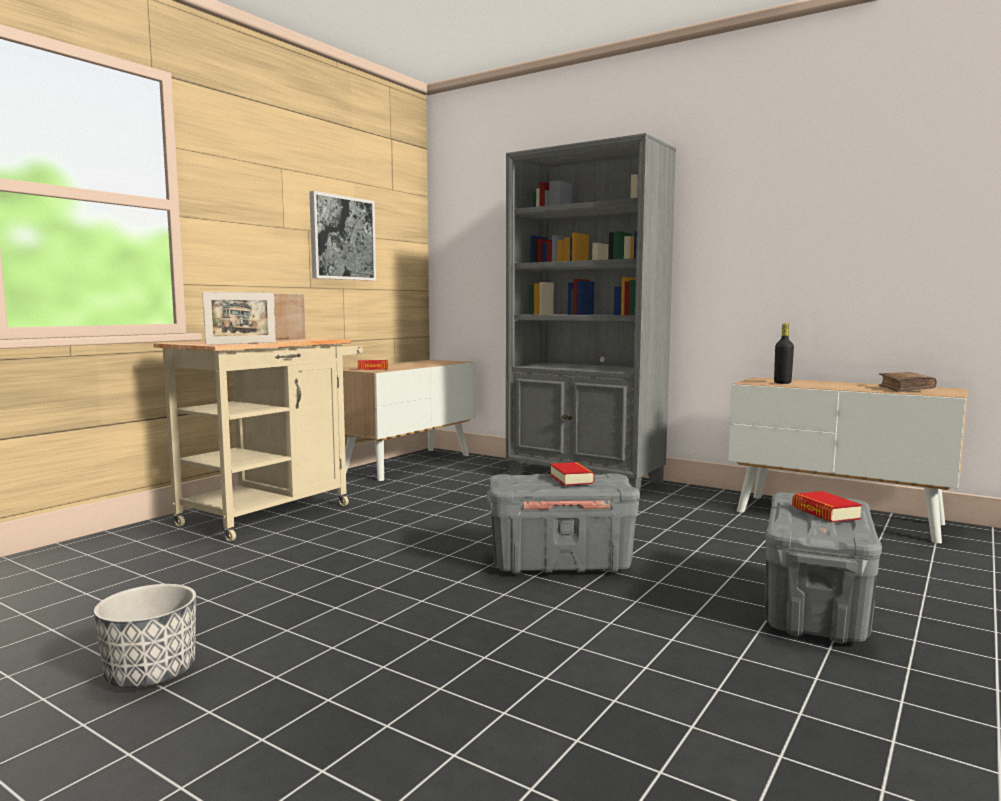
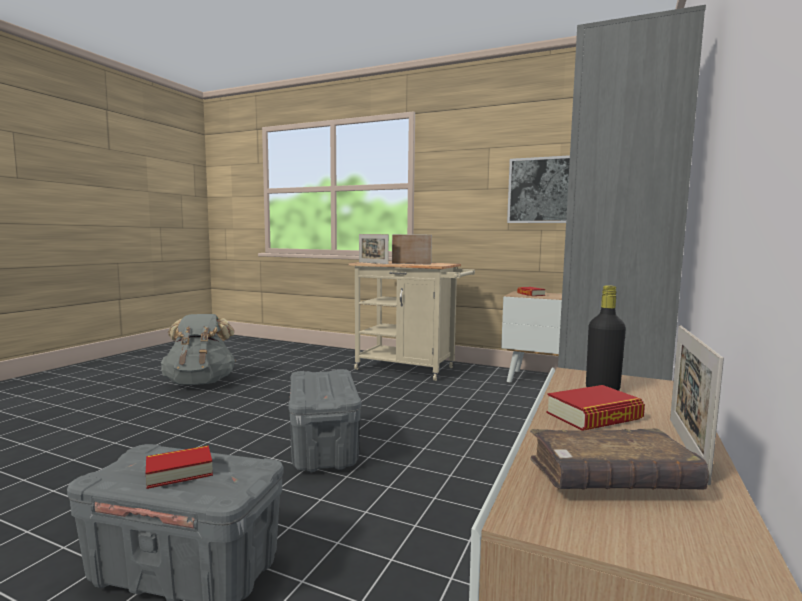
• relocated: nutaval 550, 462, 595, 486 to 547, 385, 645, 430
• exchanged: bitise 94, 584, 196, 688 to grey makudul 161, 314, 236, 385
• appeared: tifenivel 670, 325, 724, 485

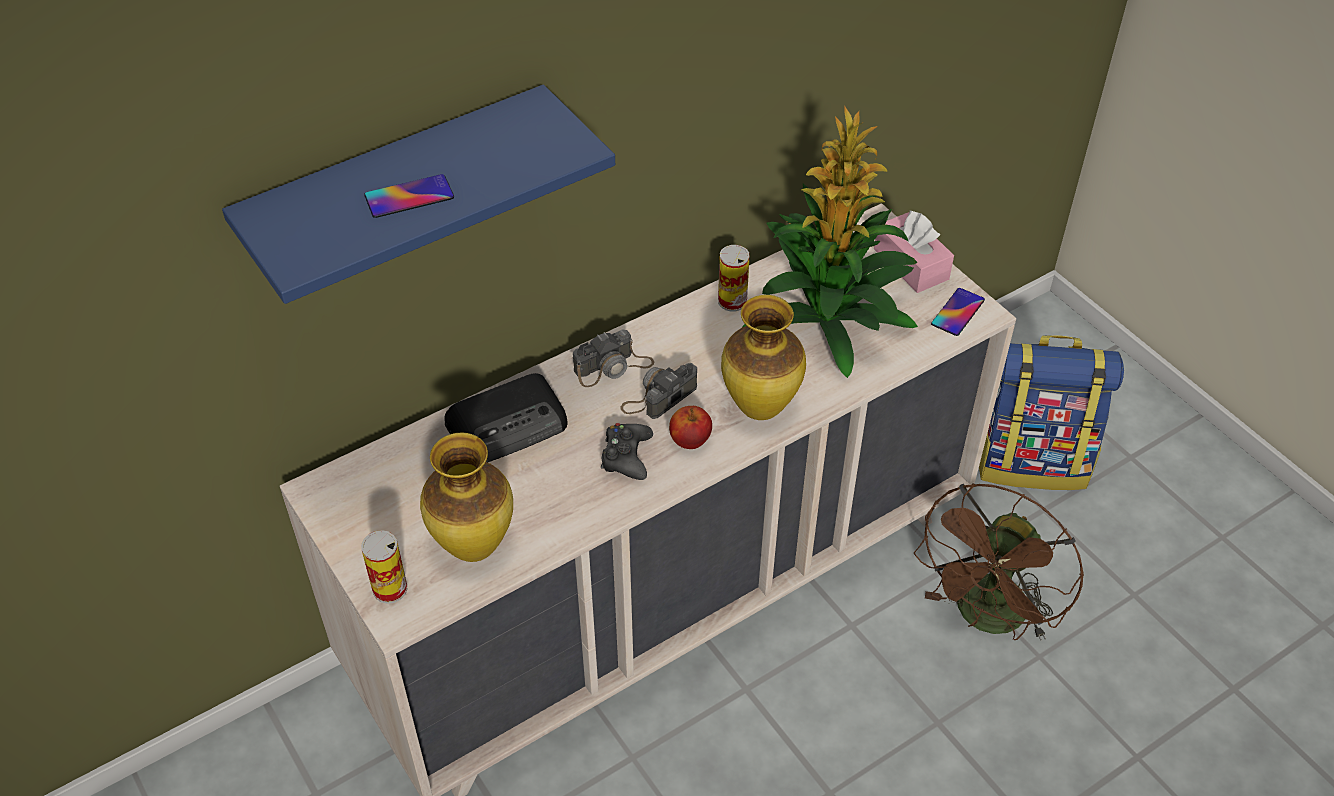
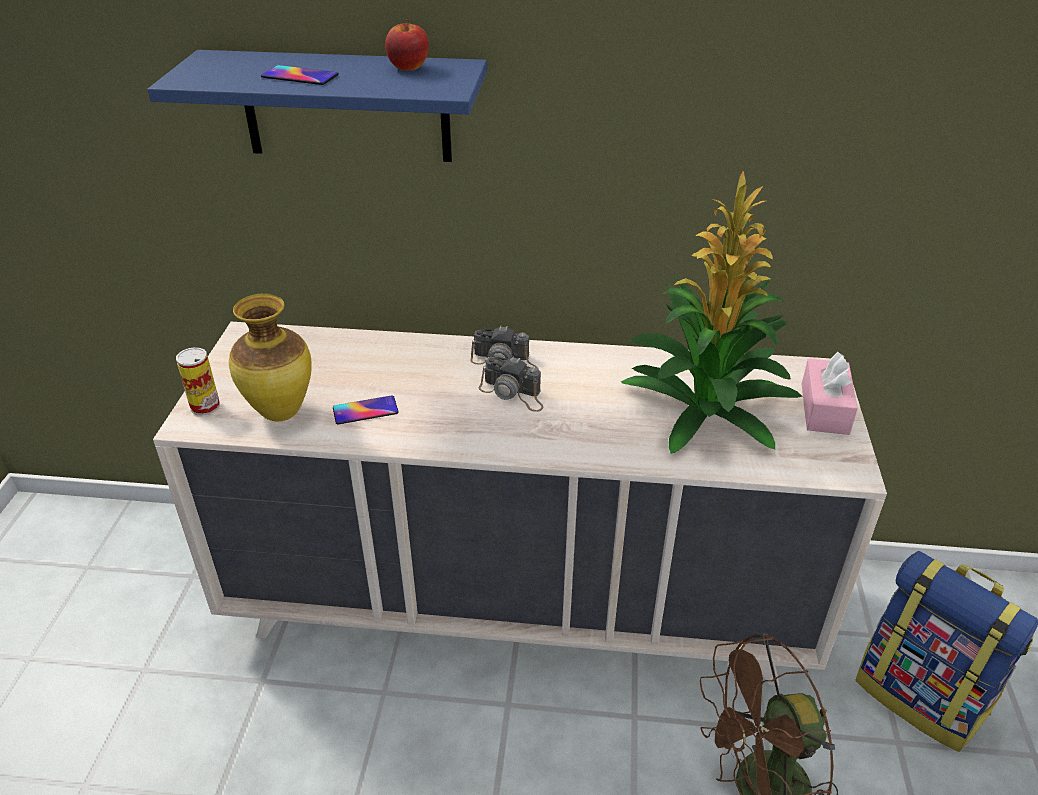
• missing: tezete 718, 245, 750, 312
• relocated: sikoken 931, 288, 985, 336 to 333, 395, 399, 424
• missing: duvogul 721, 295, 806, 420
• spun: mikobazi 620, 363, 697, 419 = 478, 356, 544, 412 150 degrees counterclockwise
• missing: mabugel 444, 373, 568, 462
• relocated: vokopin 669, 406, 712, 449 to 385, 19, 429, 71
• missing: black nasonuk 601, 423, 653, 480

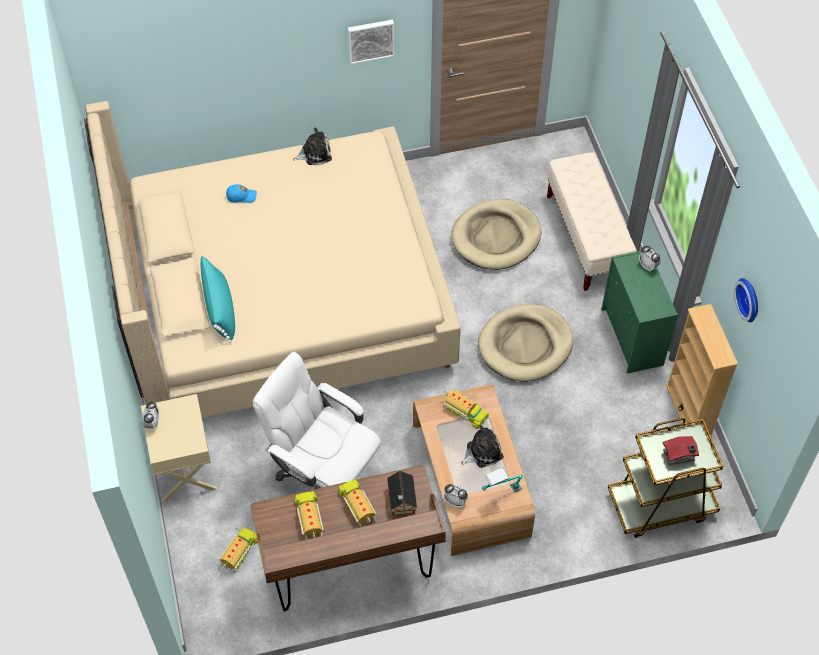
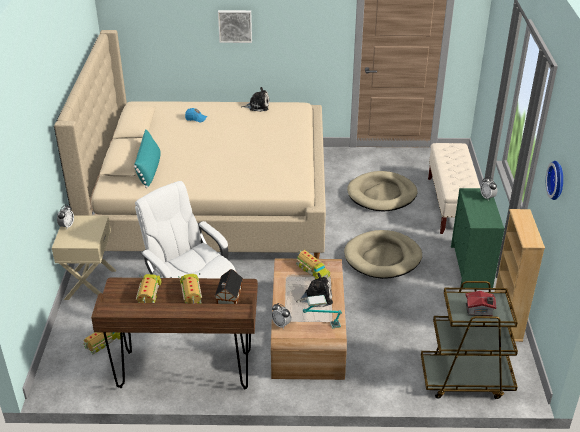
• relocated: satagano 348, 20, 394, 64 to 218, 10, 252, 43

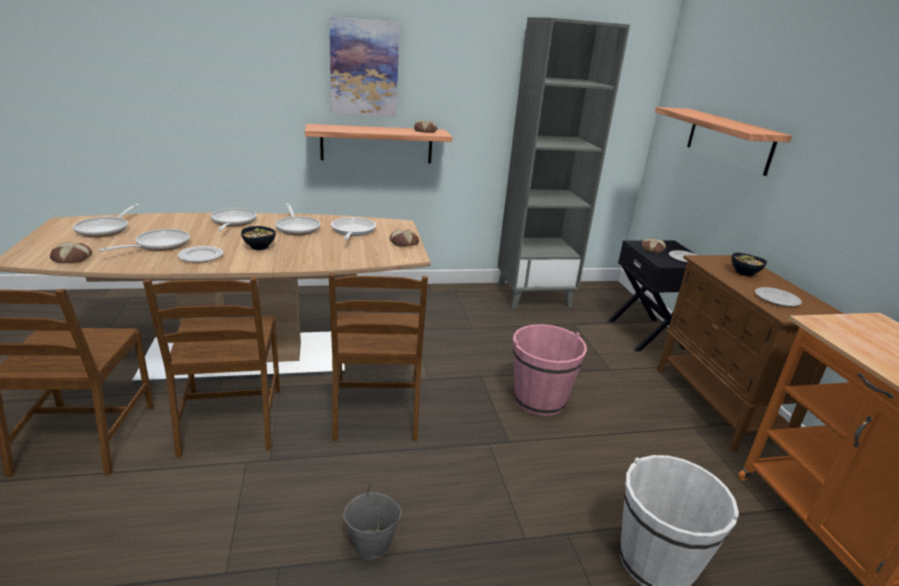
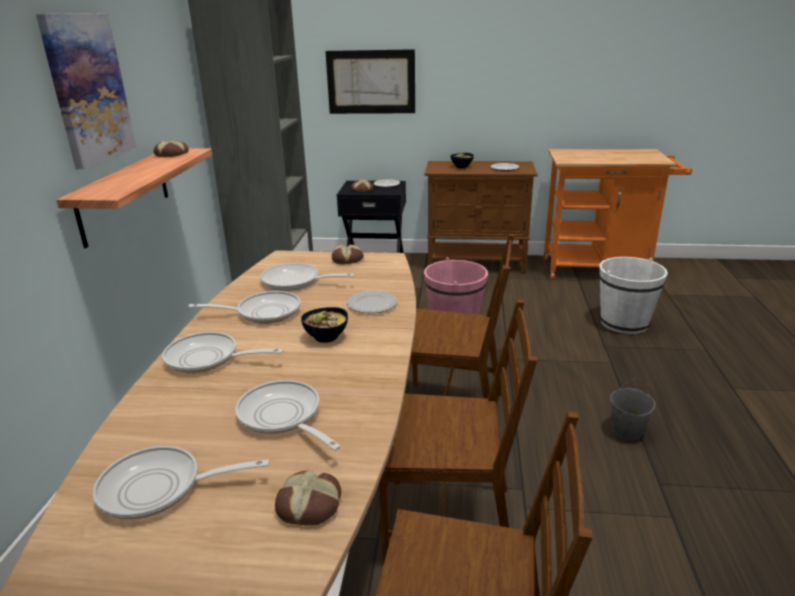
• exchanged: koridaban 655, 107, 792, 176 to satagano 325, 49, 415, 114
• spun: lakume 73, 204, 139, 237 = 93, 446, 269, 520 150 degrees clockwise
• relocated: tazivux 178, 246, 223, 263 to 347, 291, 397, 313

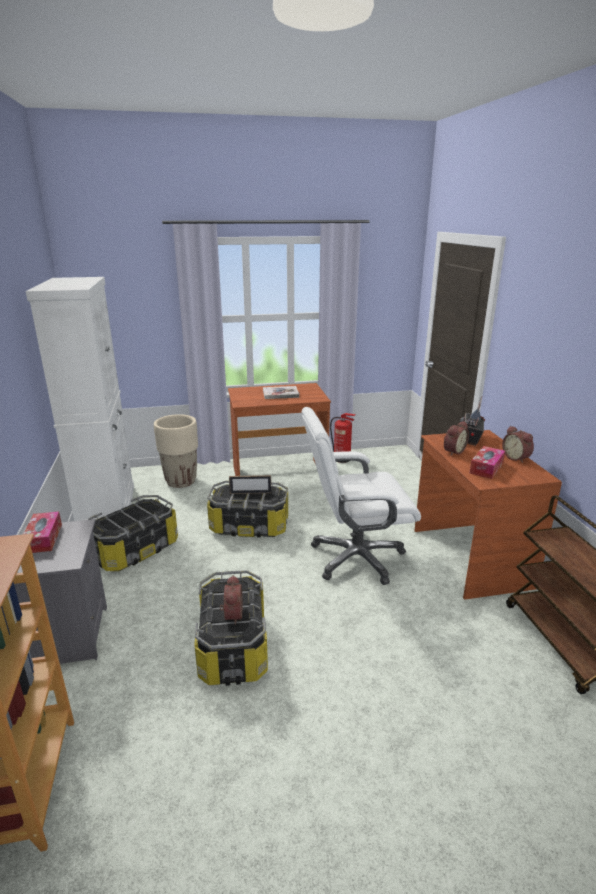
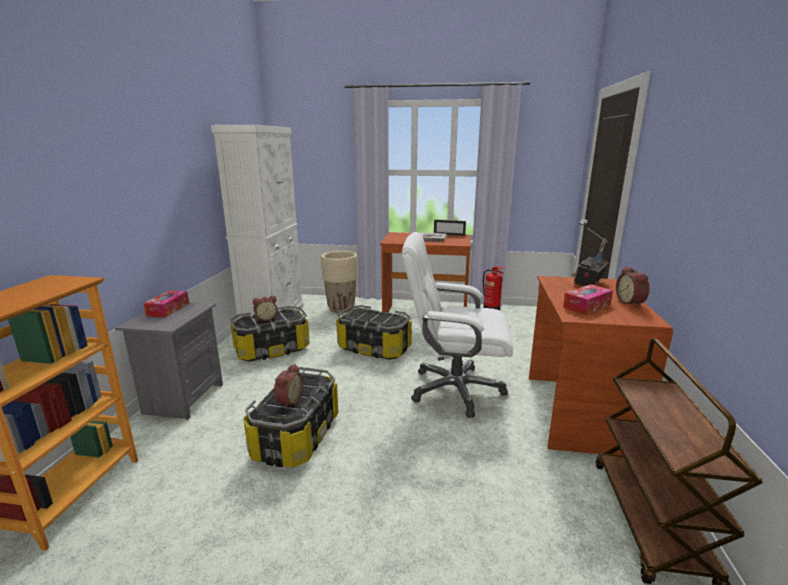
• relocated: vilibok 444, 421, 469, 456 to 253, 296, 278, 321
• relocated: tifenivel 229, 475, 271, 494 to 434, 219, 466, 236

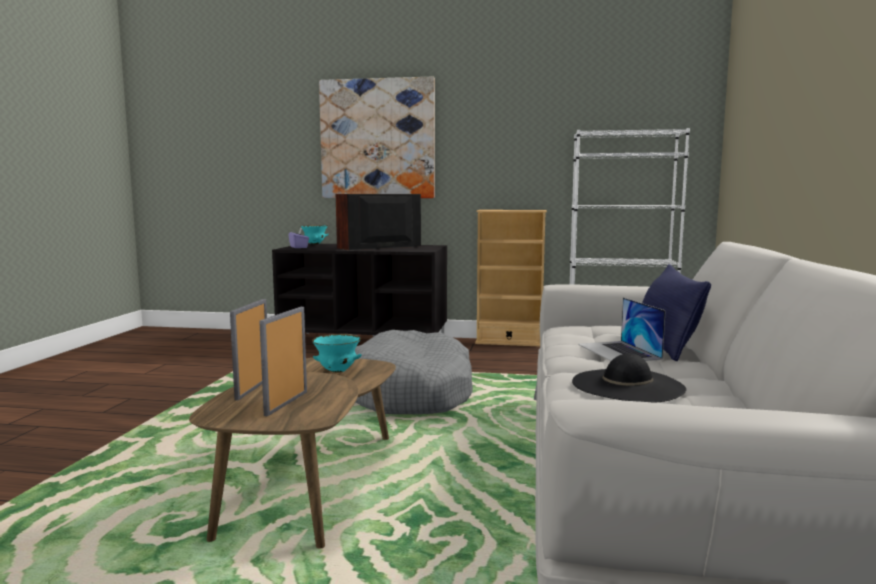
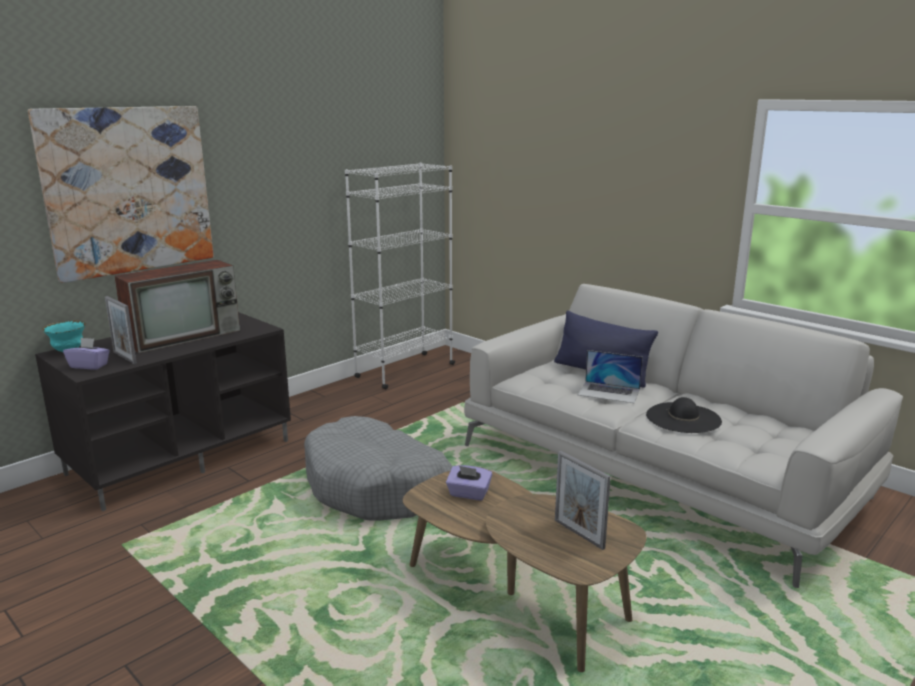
• spun: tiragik 336, 194, 421, 250 = 114, 260, 240, 353 135 degrees counterclockwise
• missing: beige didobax 475, 210, 547, 346
• relocated: tifenivel 230, 299, 267, 401 to 105, 296, 137, 364
• exchanged: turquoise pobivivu 312, 334, 362, 373 to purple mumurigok 446, 465, 492, 501

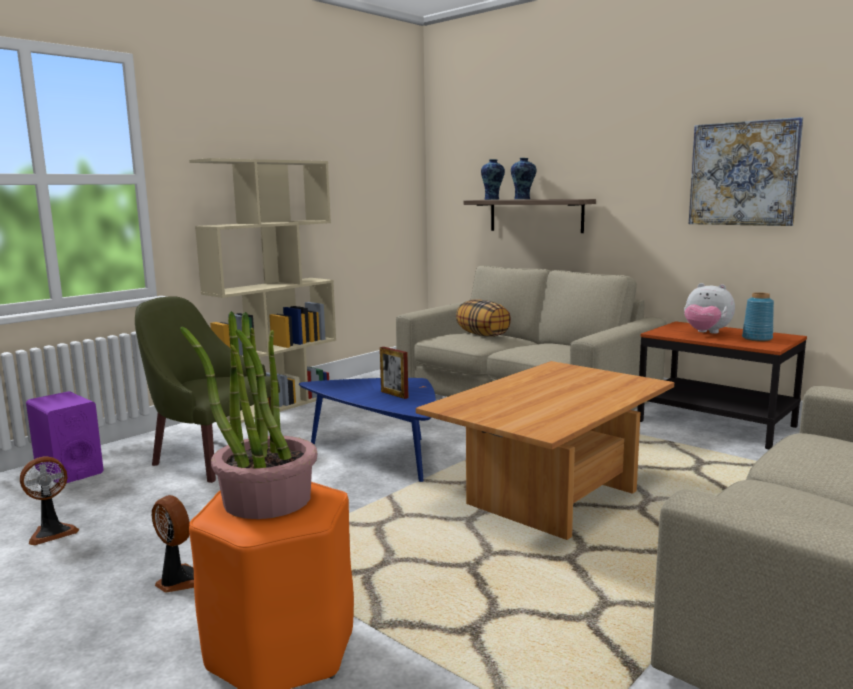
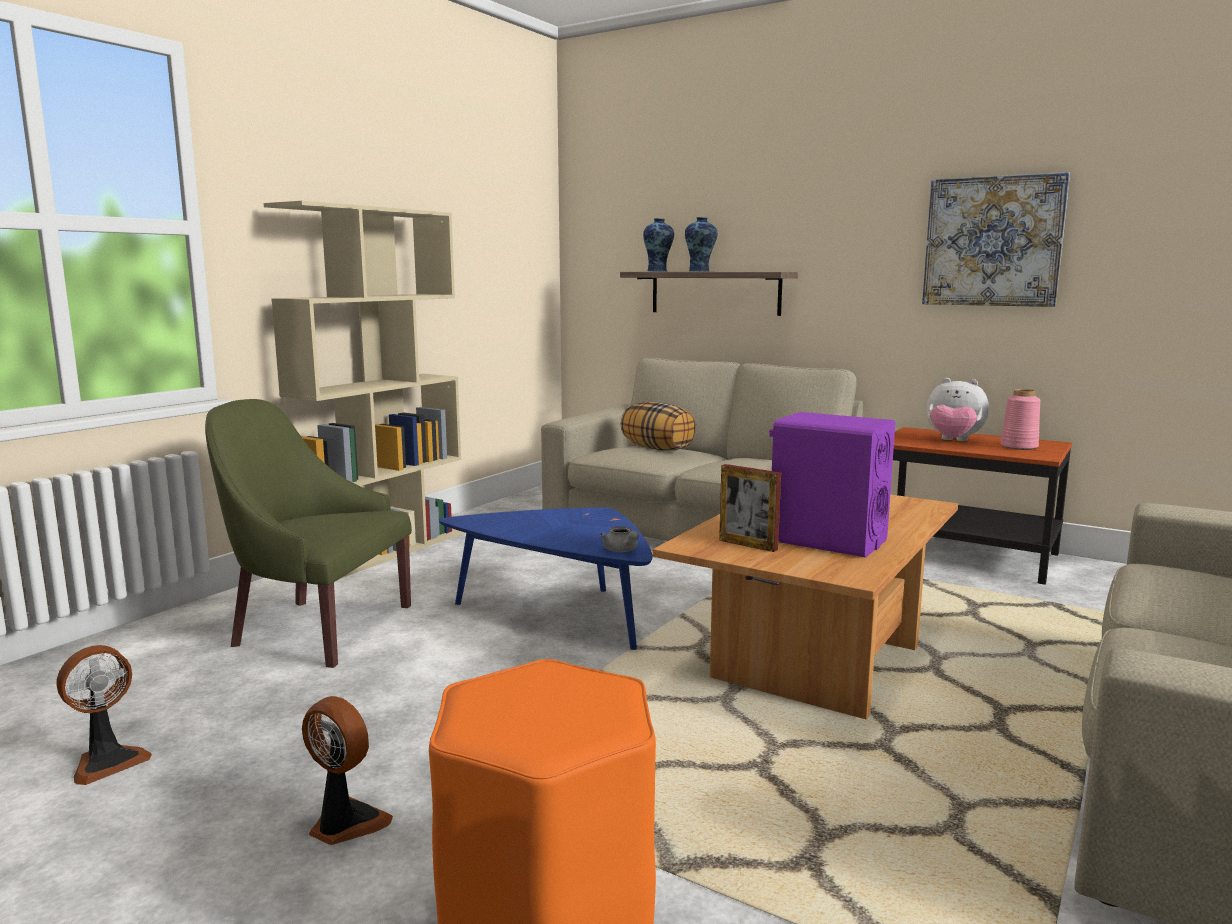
• colour: blue duvogul 742, 292, 774, 341 to pink duvogul 1000, 389, 1040, 450
• missing: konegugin 180, 311, 317, 519
• relocated: tifenivel 380, 347, 409, 399 to 719, 464, 781, 552
• relocated: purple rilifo 26, 391, 104, 483 to 769, 412, 895, 557
• appeared: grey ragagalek 600, 526, 639, 552

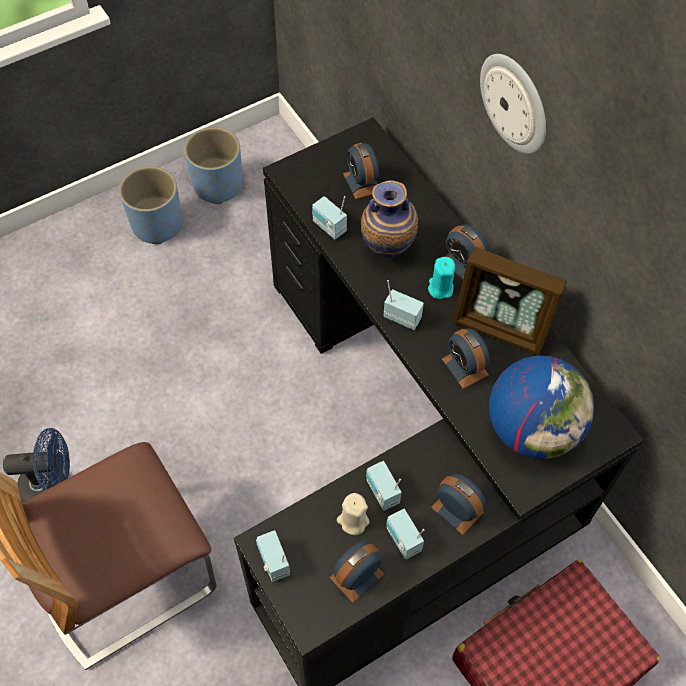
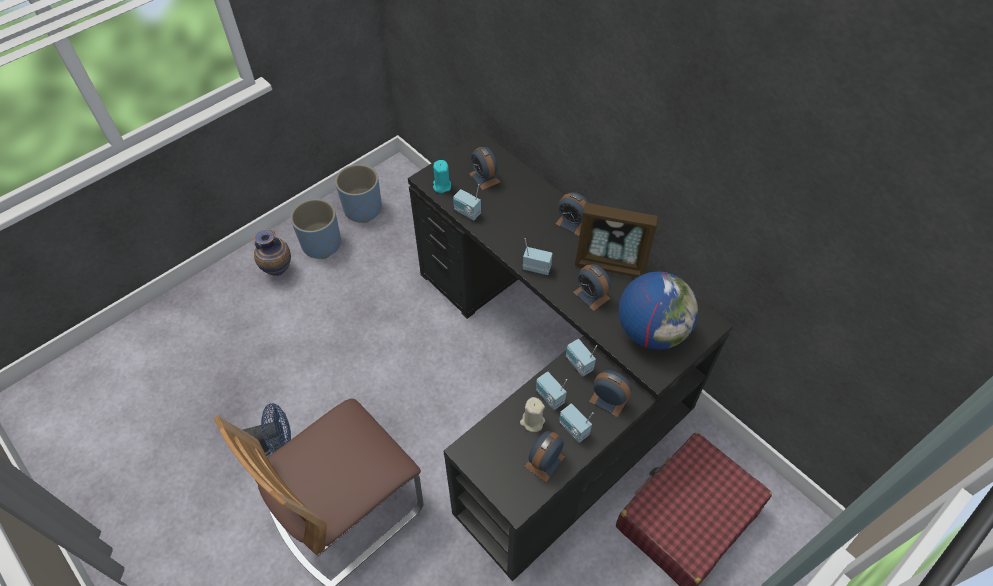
• missing: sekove 480, 54, 546, 154
• relocated: duvogul 361, 180, 418, 258 to 254, 229, 291, 276
• relocated: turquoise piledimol 428, 257, 455, 299 to 433, 160, 451, 193
• relocated: mabugel 256, 530, 290, 582 to 566, 339, 597, 377

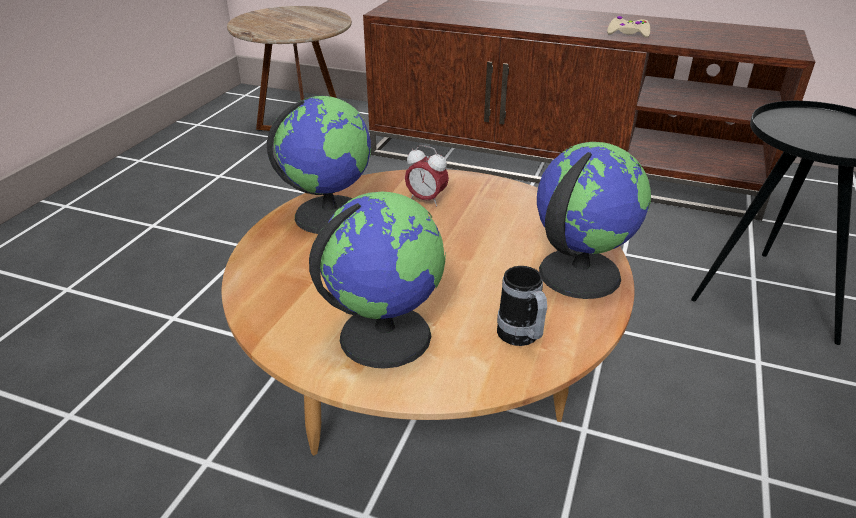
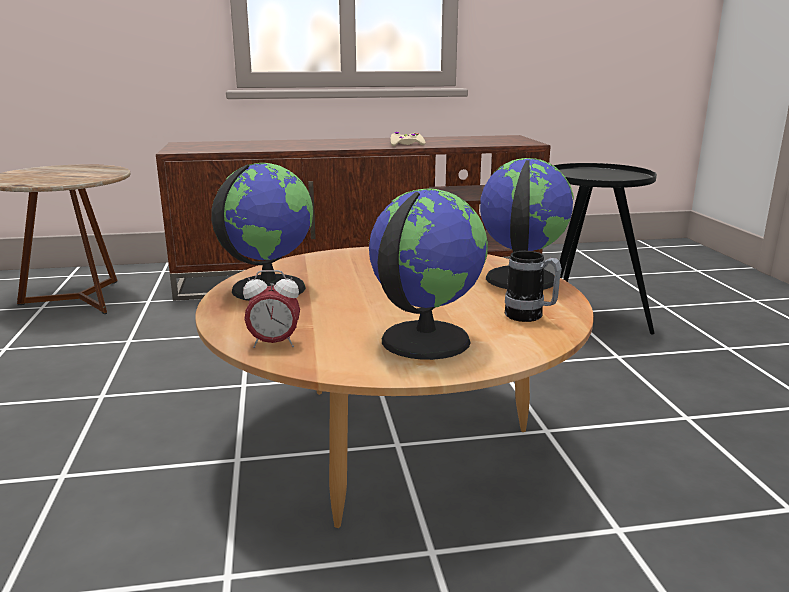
• relocated: vilibok 405, 145, 449, 207 to 243, 270, 300, 348

